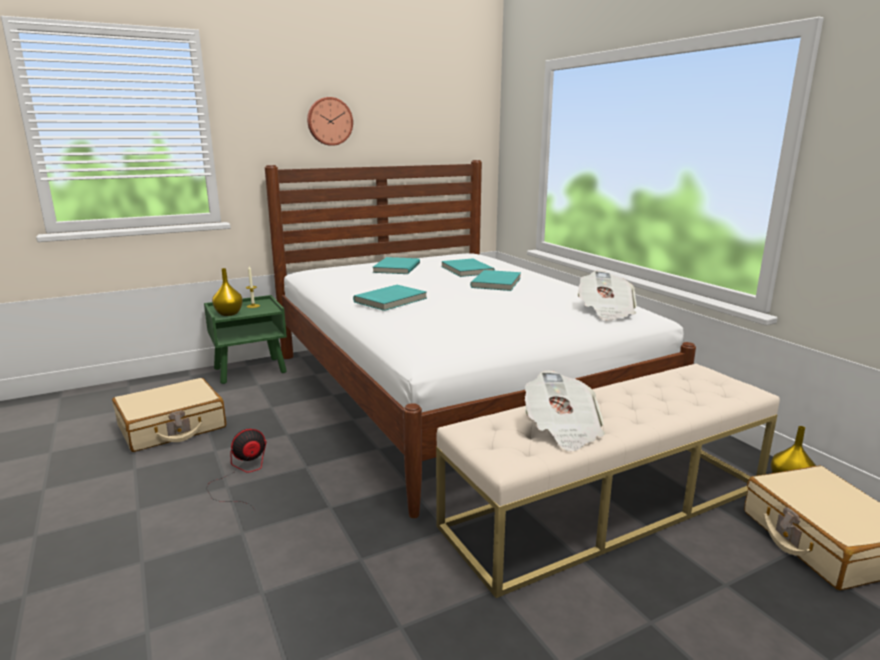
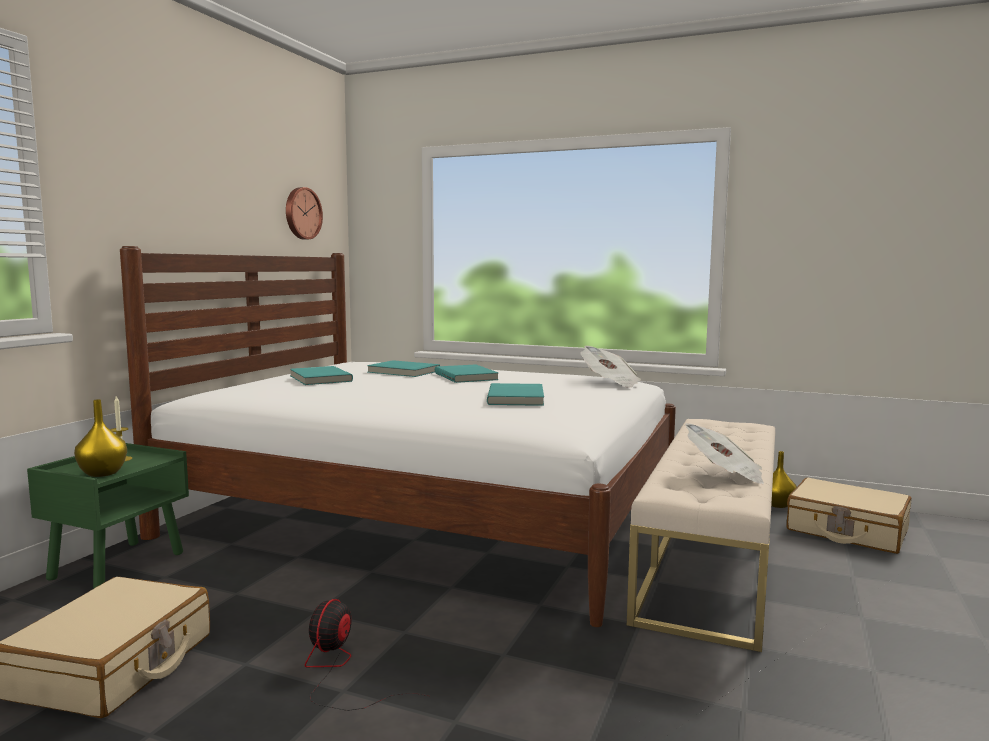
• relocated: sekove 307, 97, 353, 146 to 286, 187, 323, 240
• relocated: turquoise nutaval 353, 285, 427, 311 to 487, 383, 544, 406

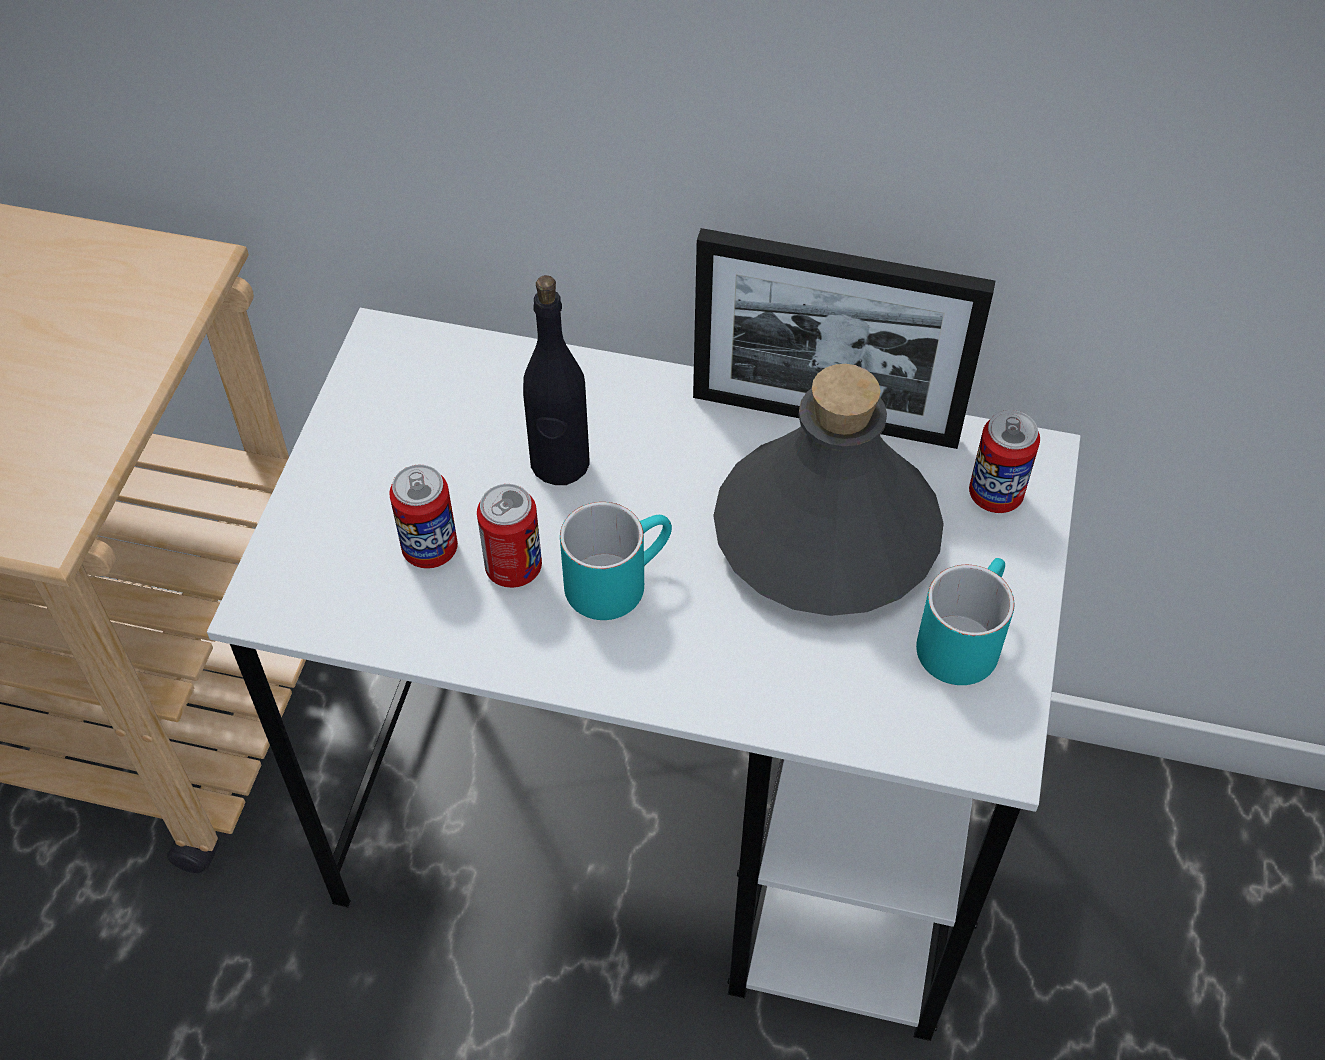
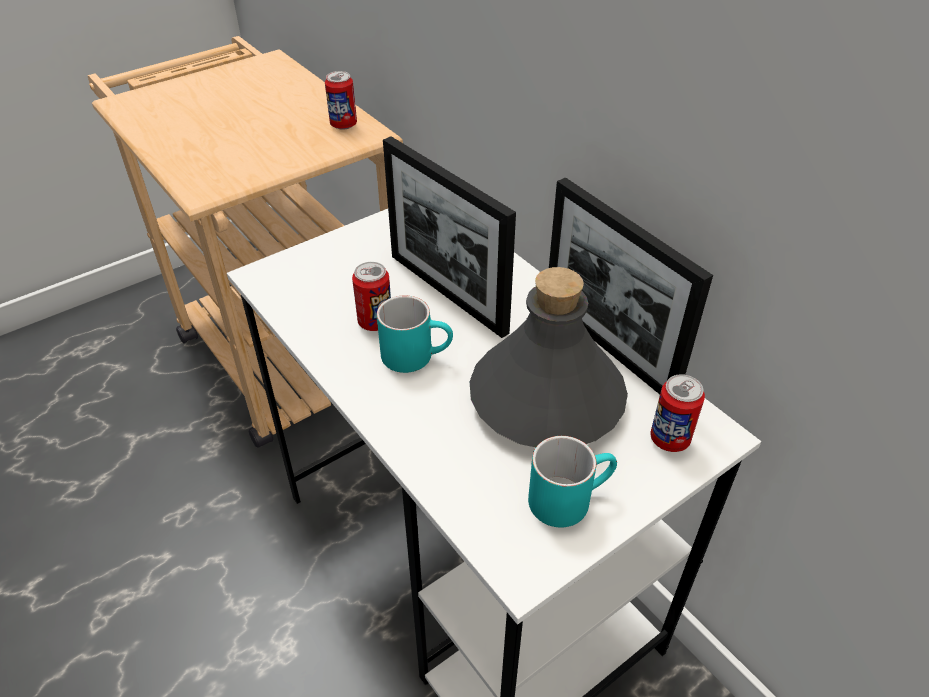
• exchanged: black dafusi 523, 275, 589, 485 to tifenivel 383, 136, 516, 338
• relocated: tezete 389, 465, 458, 568 to 325, 71, 357, 130

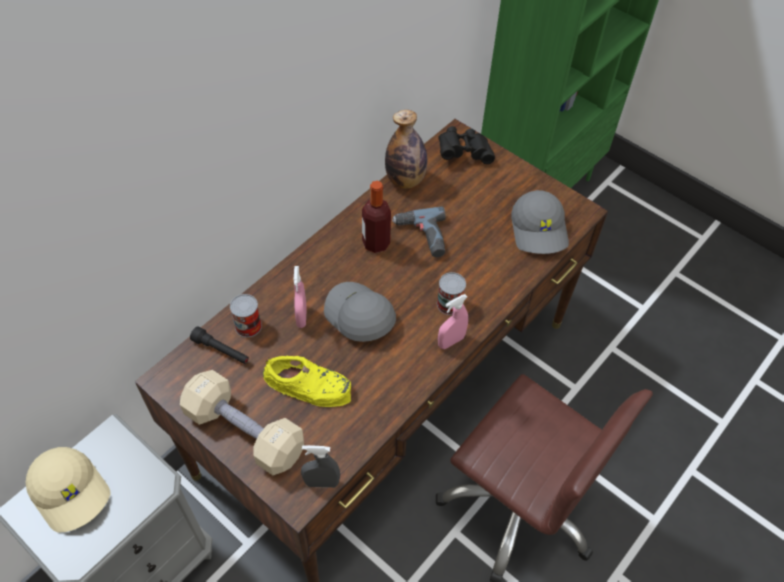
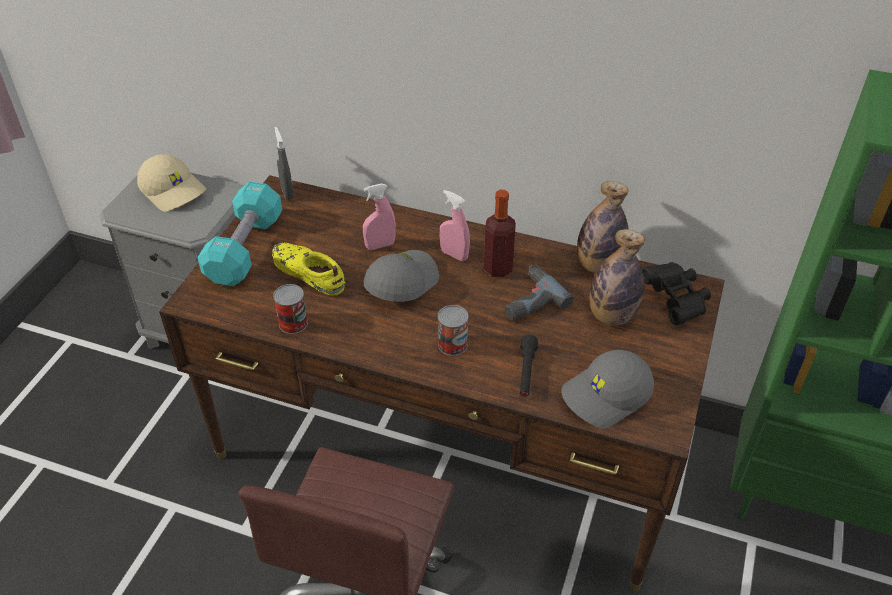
• relocated: tezete 230, 294, 262, 337 to 273, 284, 308, 334
• relocated: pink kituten 438, 294, 468, 349 to 440, 190, 470, 261
• relocated: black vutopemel 190, 327, 249, 364 to 520, 335, 538, 397
• spun: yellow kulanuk 263, 356, 351, 407 = 272, 242, 345, 296 135 degrees clockwise
• colour: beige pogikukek 180, 370, 304, 475 to turquoise pogikukek 197, 181, 282, 286
• relocated: grey kituten 301, 445, 340, 488 to 275, 127, 294, 200
• spun: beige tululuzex 26, 447, 110, 533 = 137, 154, 206, 212 75 degrees counterclockwise
• appeared: dafusi 589, 229, 645, 325

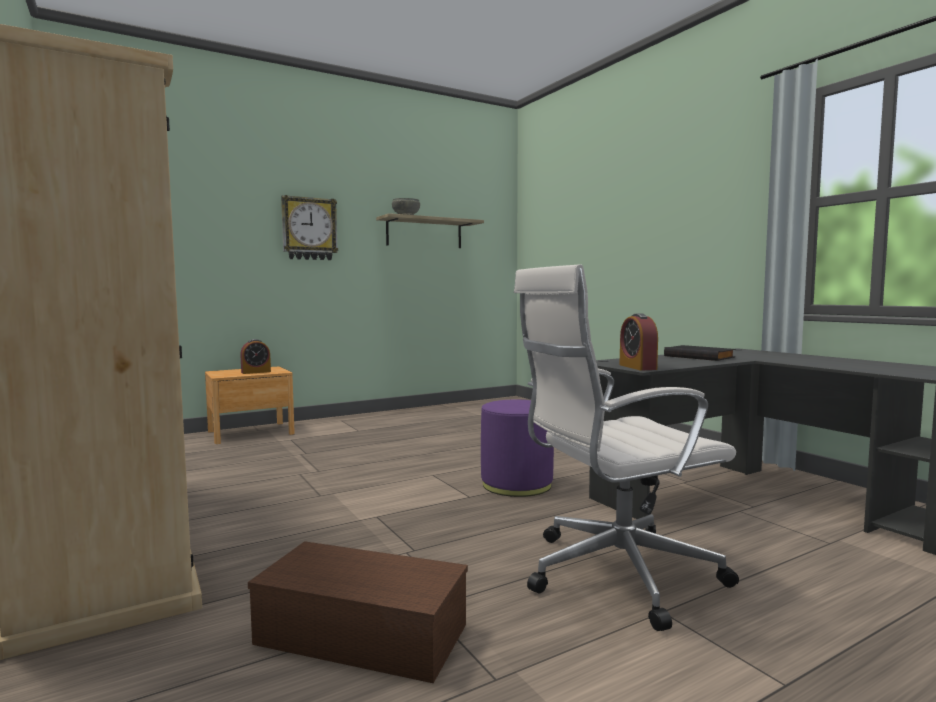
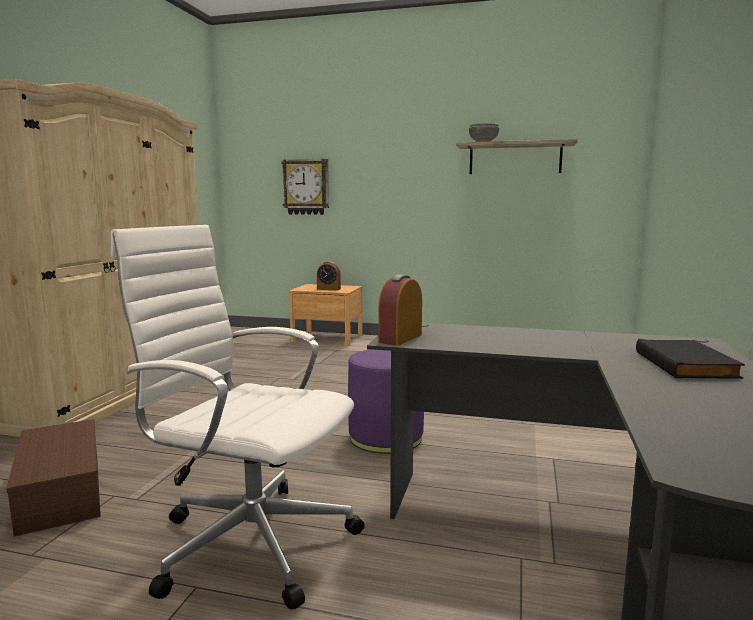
• relocated: sekove 281, 195, 338, 260 to 281, 159, 329, 215
• relocated: black nutaval 664, 345, 735, 361 to 636, 339, 745, 379

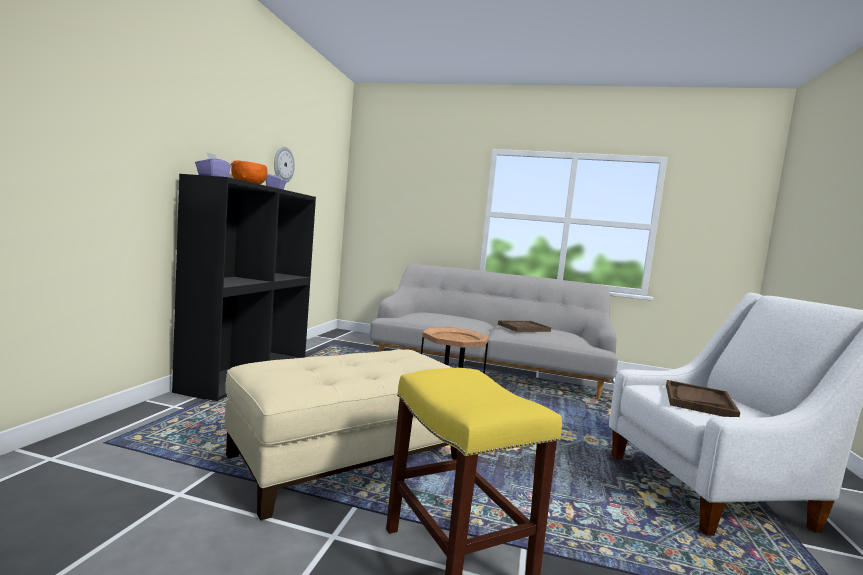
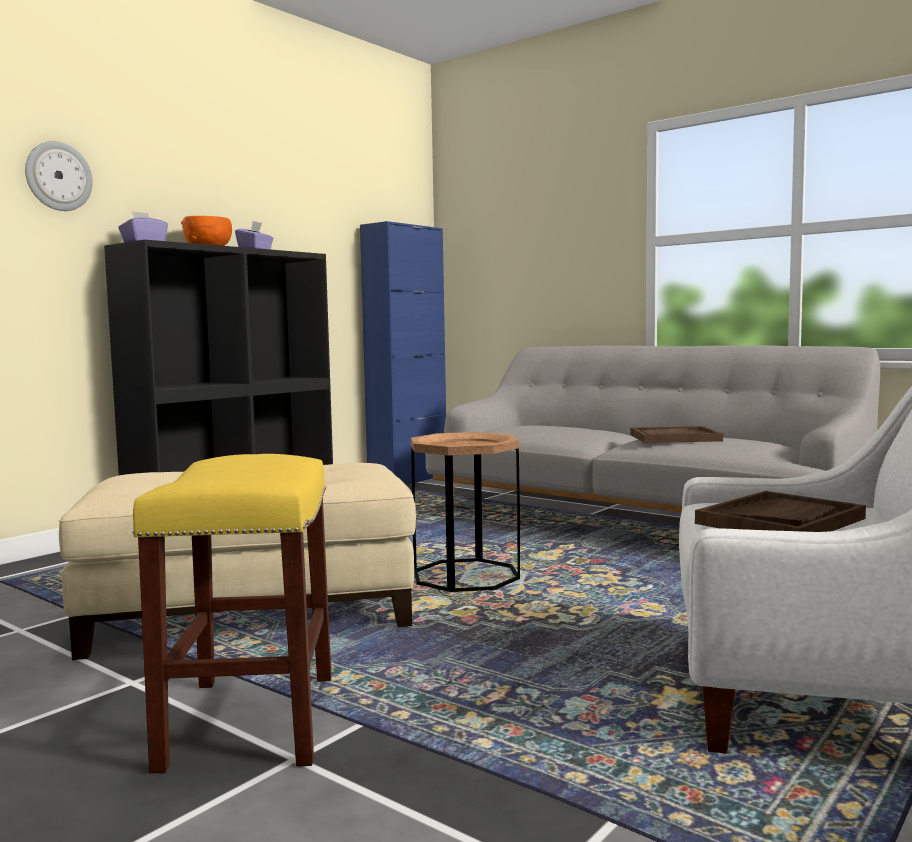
• relocated: sekove 274, 147, 295, 183 to 25, 141, 93, 211
• appeared: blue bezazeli 360, 221, 446, 485

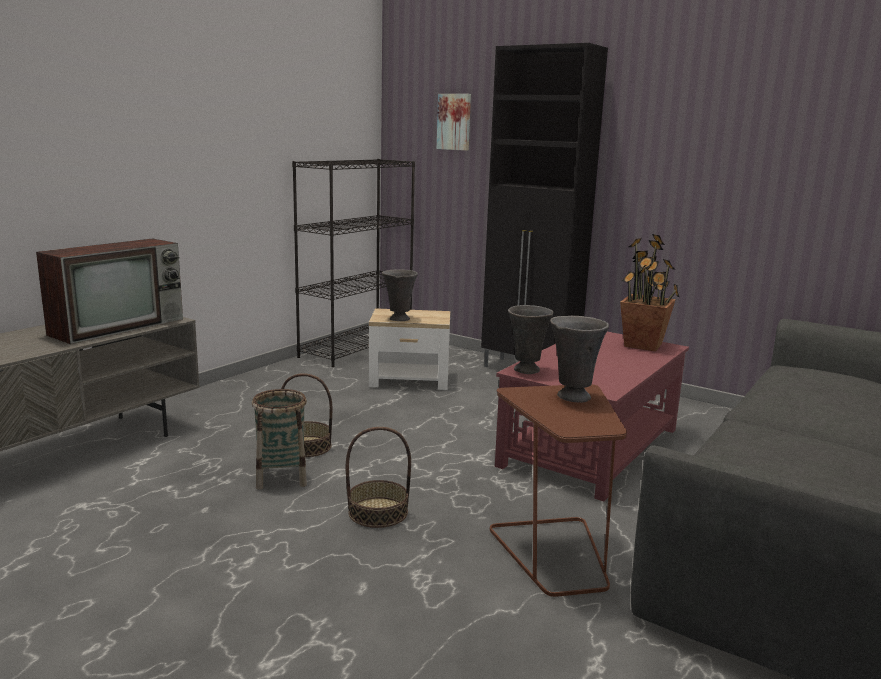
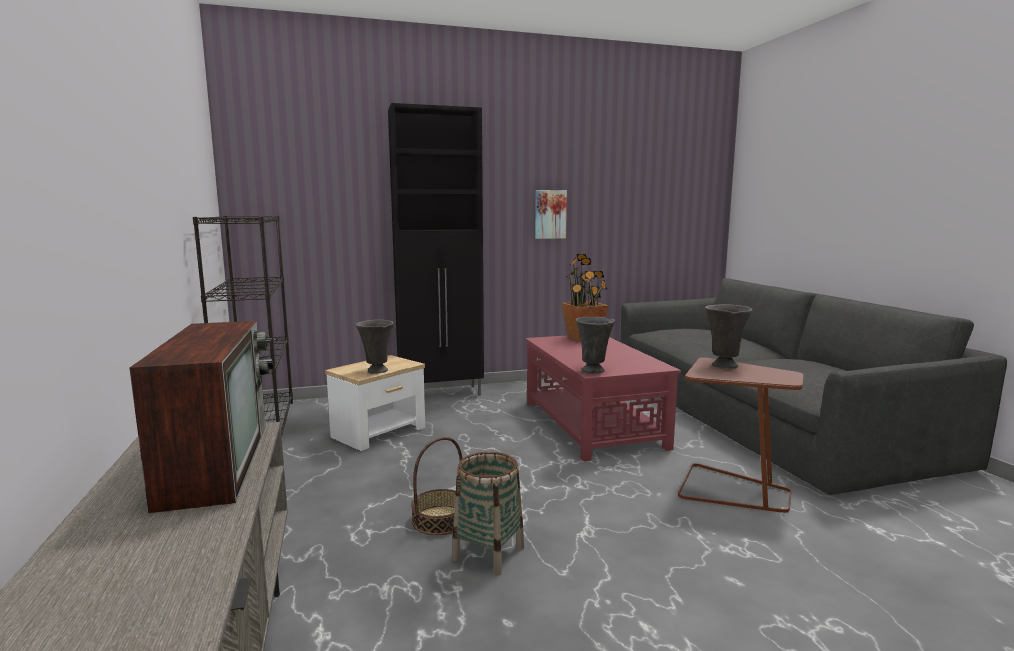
• relocated: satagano 437, 94, 471, 151 to 535, 190, 567, 239
• missing: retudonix 346, 427, 411, 528

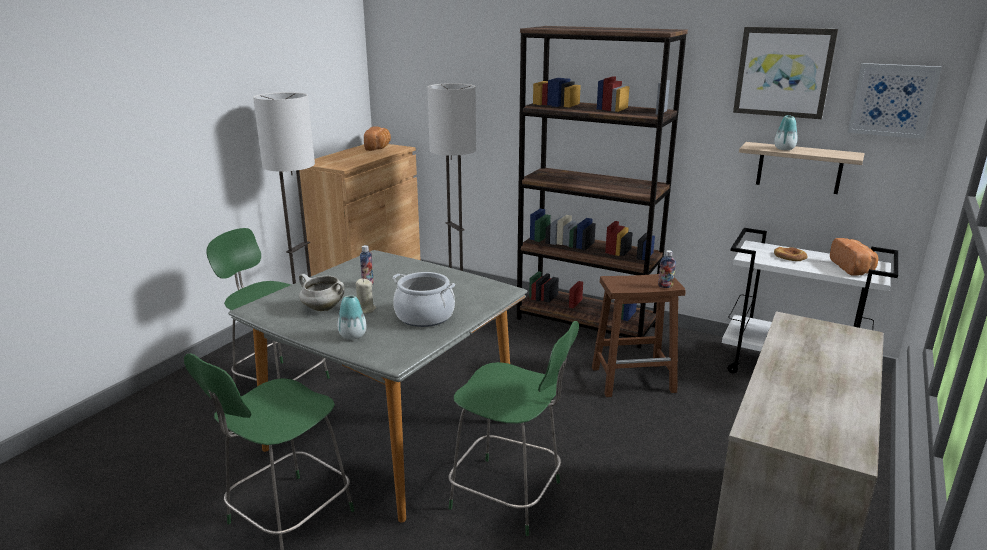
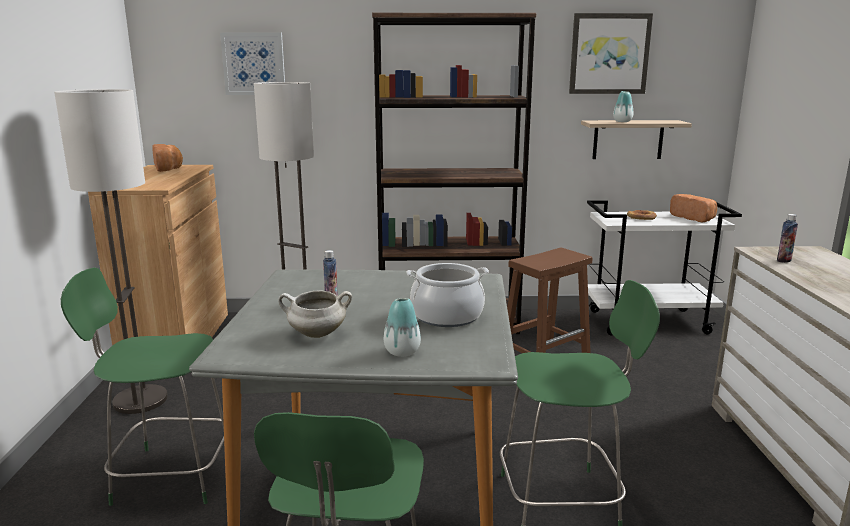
• relocated: satagano 848, 63, 942, 139 to 220, 33, 285, 95
• relocated: dafusi 658, 250, 676, 288 to 777, 214, 798, 263
• missing: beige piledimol 355, 279, 376, 314

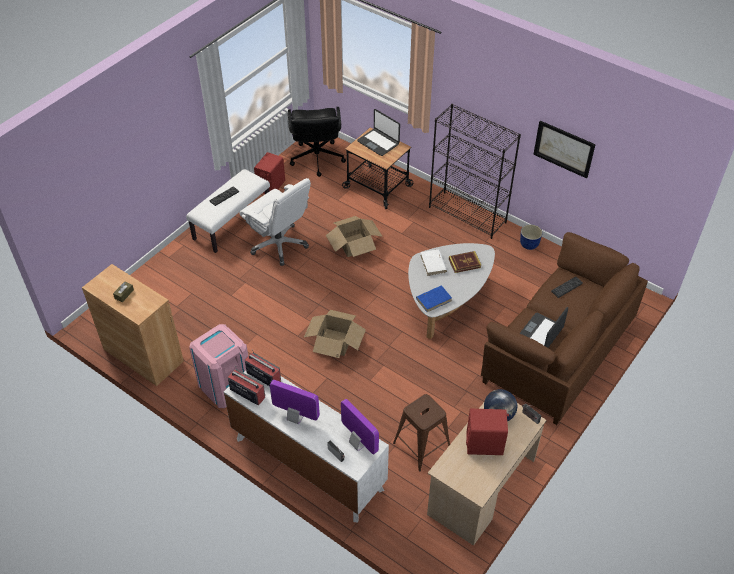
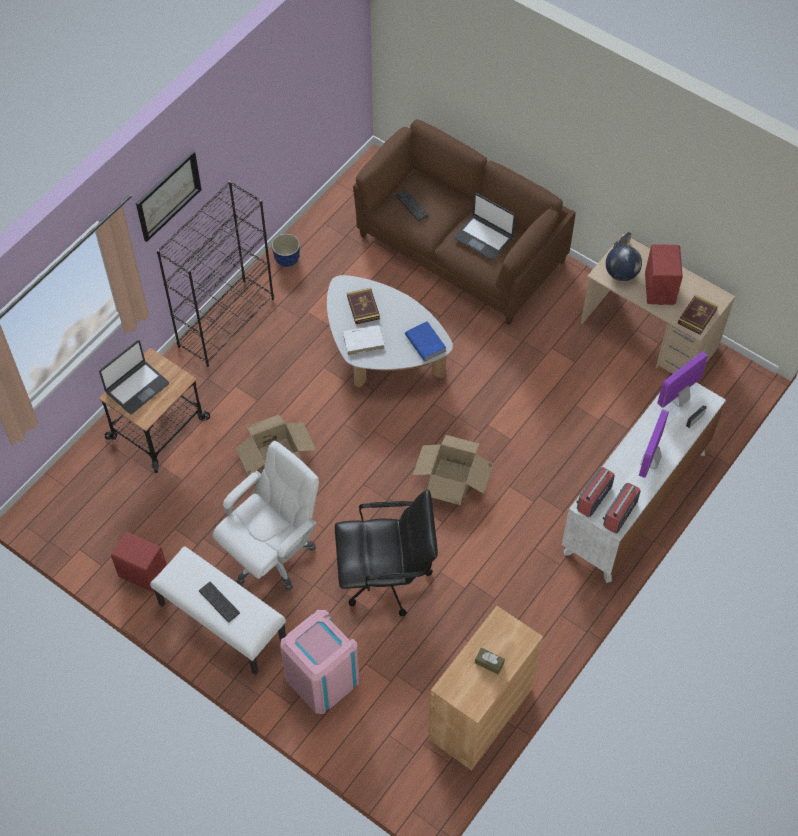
• relocated: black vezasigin 288, 107, 346, 177 to 335, 490, 438, 616
• relocated: satagano 533, 121, 596, 178 to 136, 151, 202, 242
• relocated: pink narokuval 189, 324, 248, 408 to 280, 610, 359, 714
• missing: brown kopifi 393, 394, 450, 471
• appeared: nutaval 678, 295, 718, 335

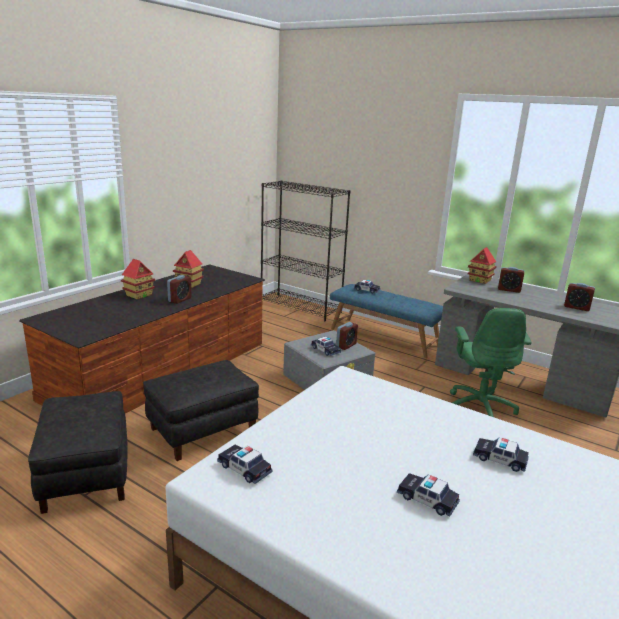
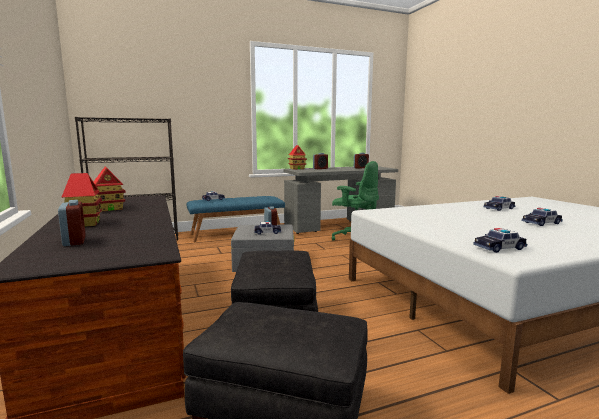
• relocated: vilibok 167, 275, 192, 304 to 58, 200, 86, 246

